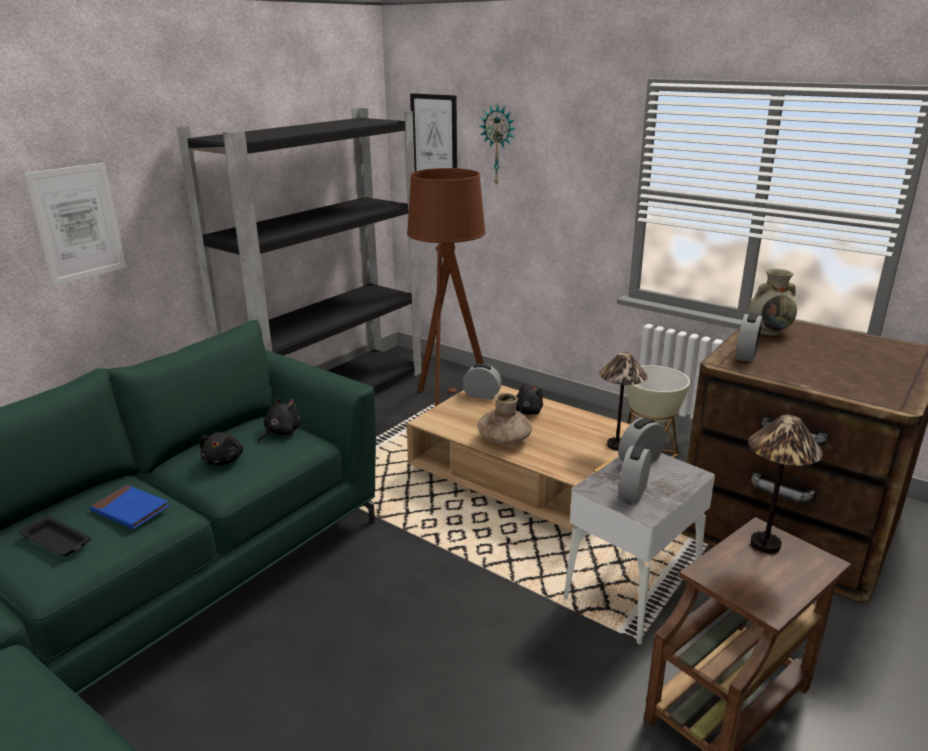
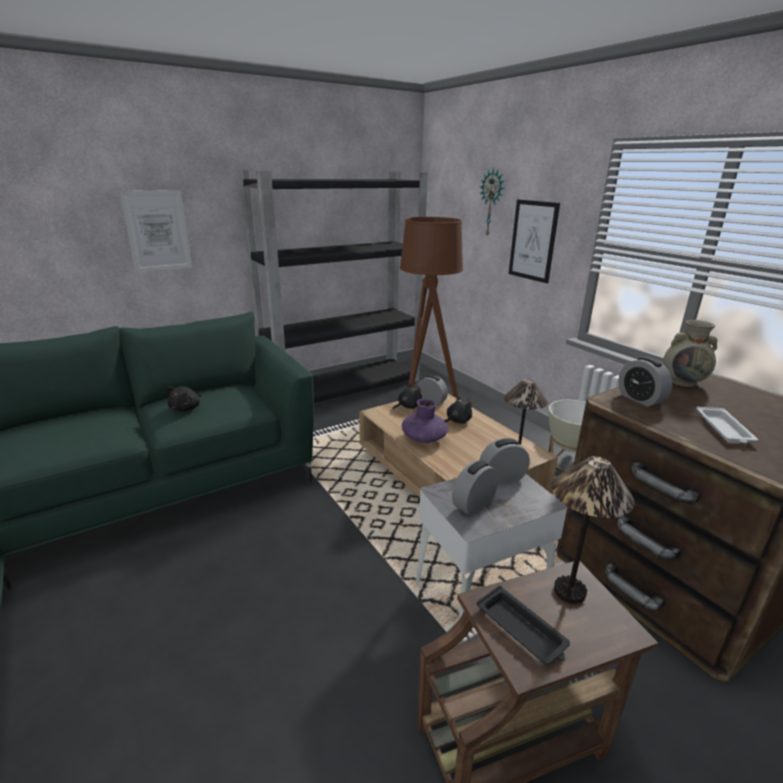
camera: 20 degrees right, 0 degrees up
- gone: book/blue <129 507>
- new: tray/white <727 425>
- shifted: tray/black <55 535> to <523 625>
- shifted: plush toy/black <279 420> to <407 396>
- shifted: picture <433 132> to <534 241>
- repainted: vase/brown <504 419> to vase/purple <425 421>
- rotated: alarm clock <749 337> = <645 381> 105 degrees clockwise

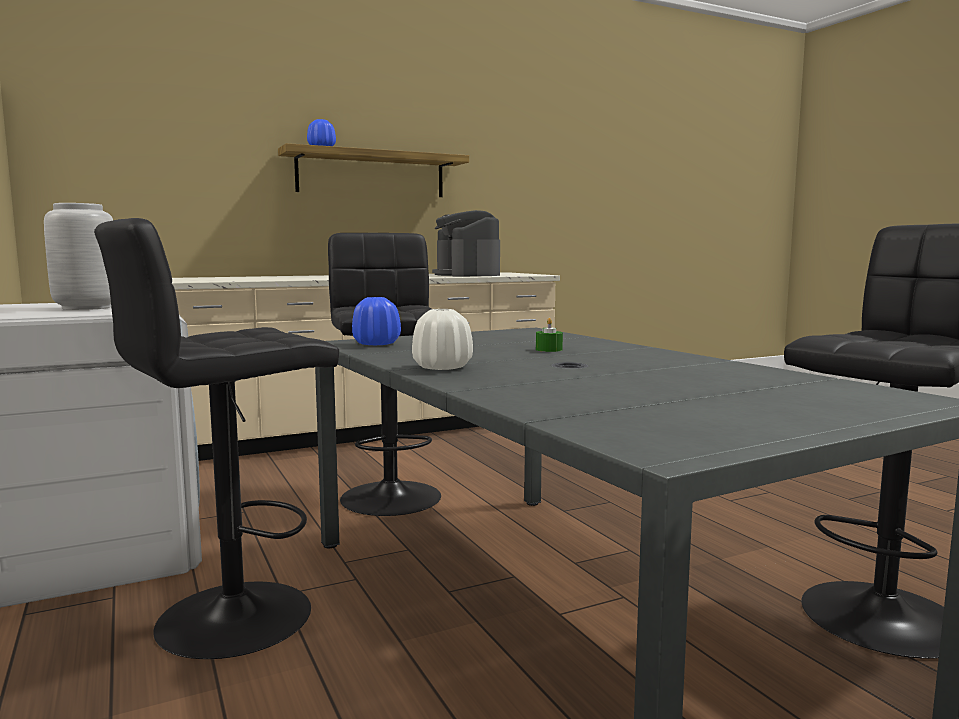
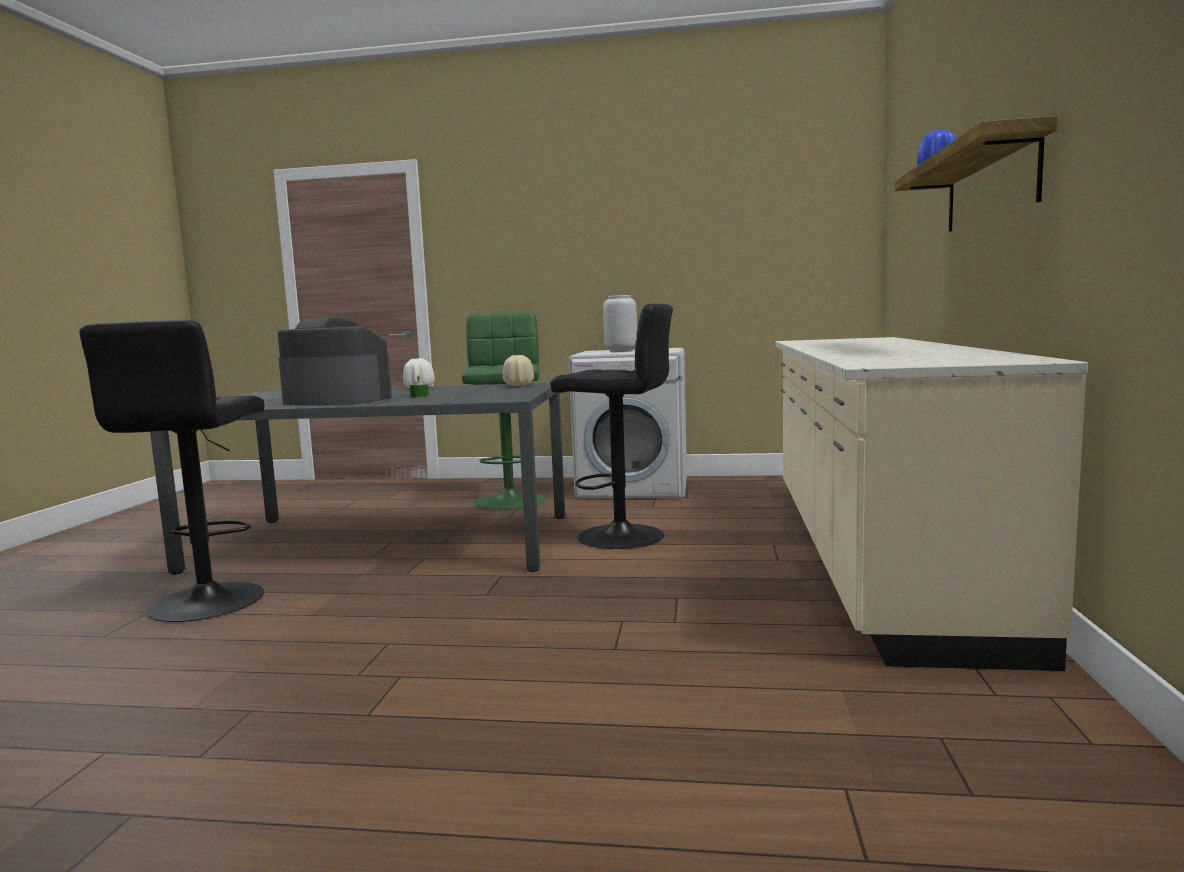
camera: 125 degrees right, 0 degrees up
- shifted: coffee machine <466 243> to <335 361>
- repainted: stool/black <216 438> to stool/green <504 411>
- repainted: vase/blue <376 321> to vase/beige <518 370>

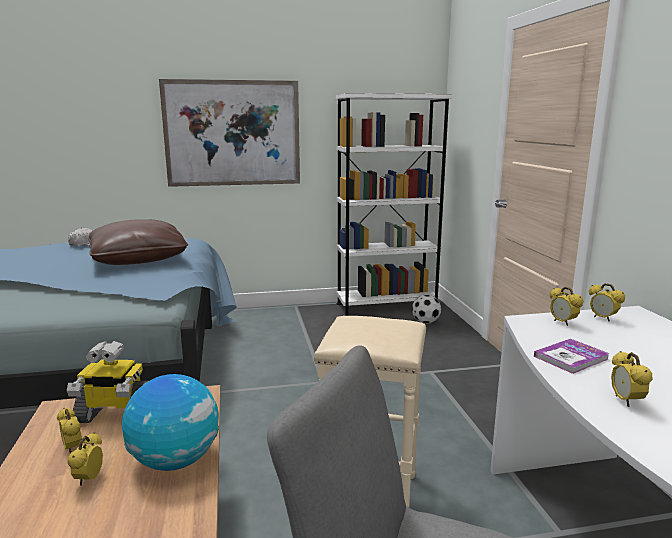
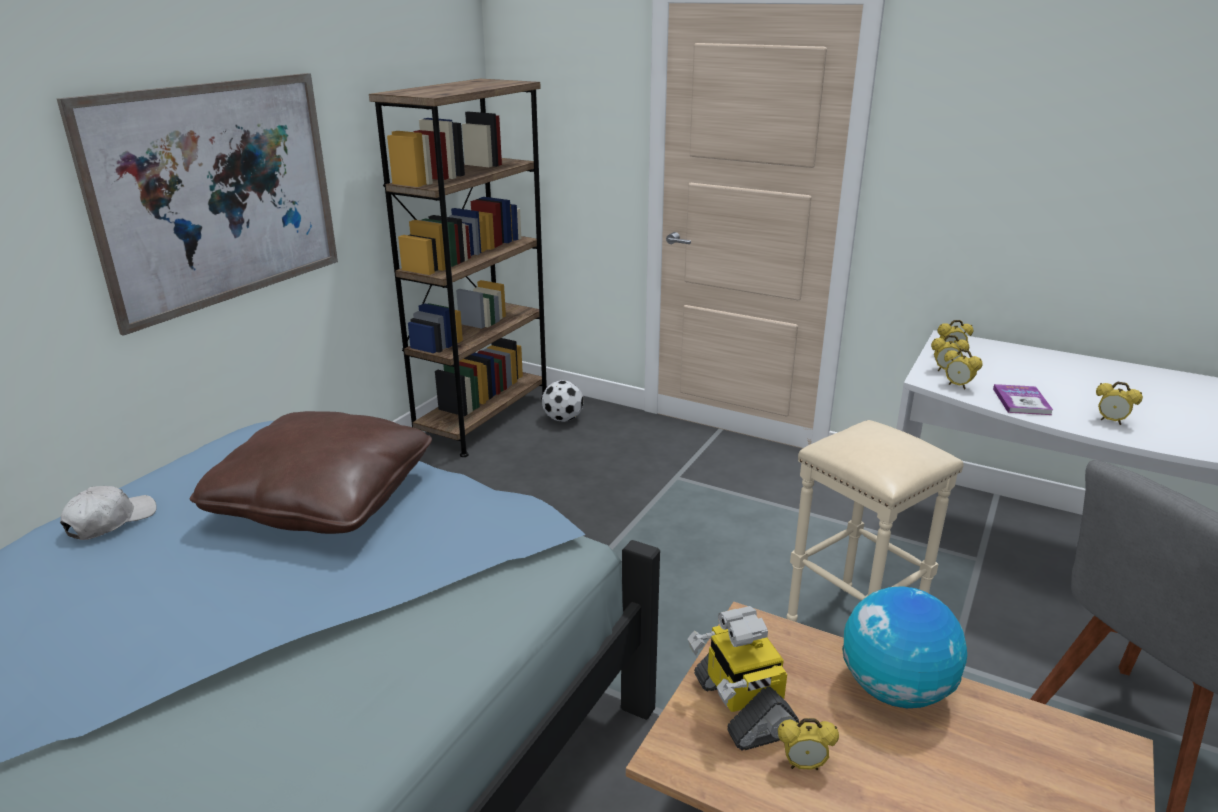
camera: 50 degrees left, 10 degrees up
- shifted: alarm clock <85 459> to <963 369>
- repainted: bookcase/white <394 204> to bookcase/brown <458 268>
- rotated: toy robot <107 382> = <743 678> 120 degrees clockwise

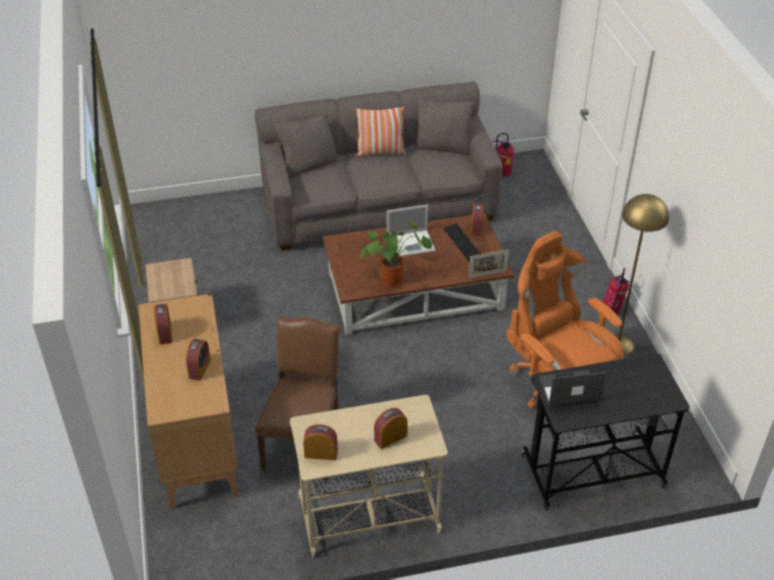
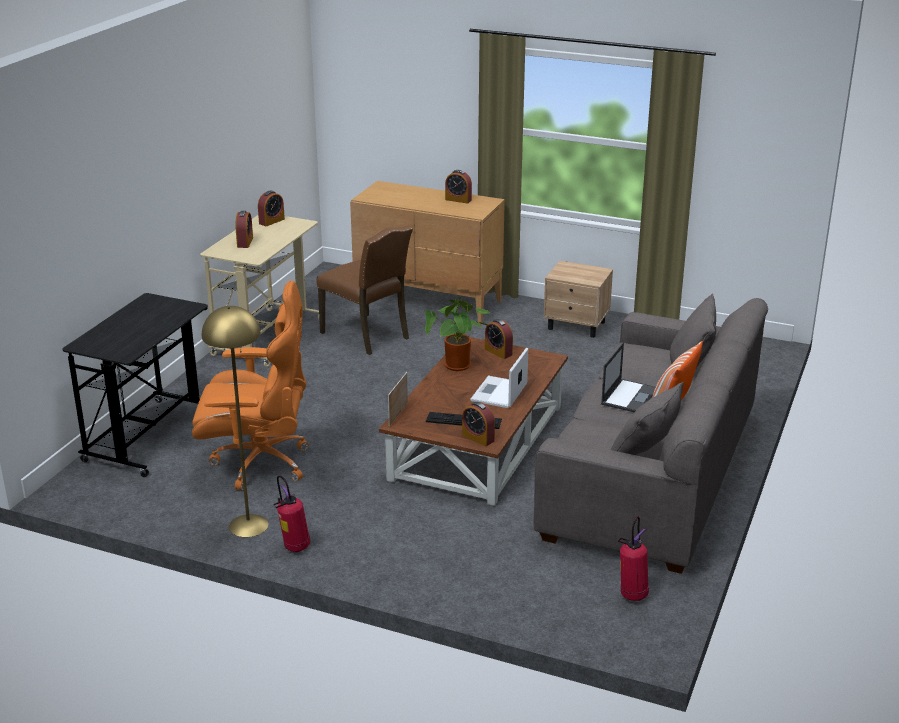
camera: 125 degrees right, 15 degrees down
- shifted: alarm clock <198 360> to <499 339>
- shifted: laptop <572 389> to <628 377>

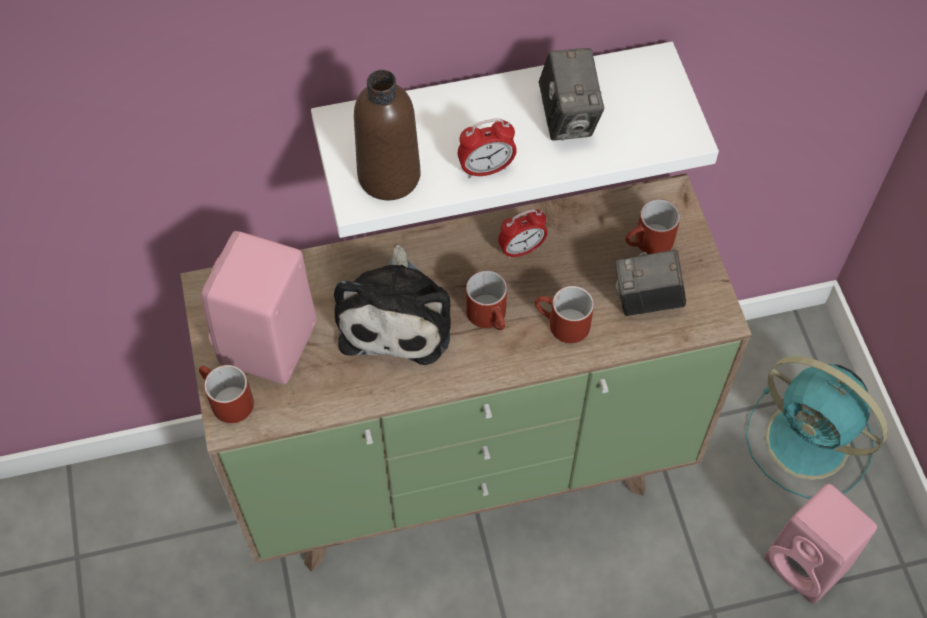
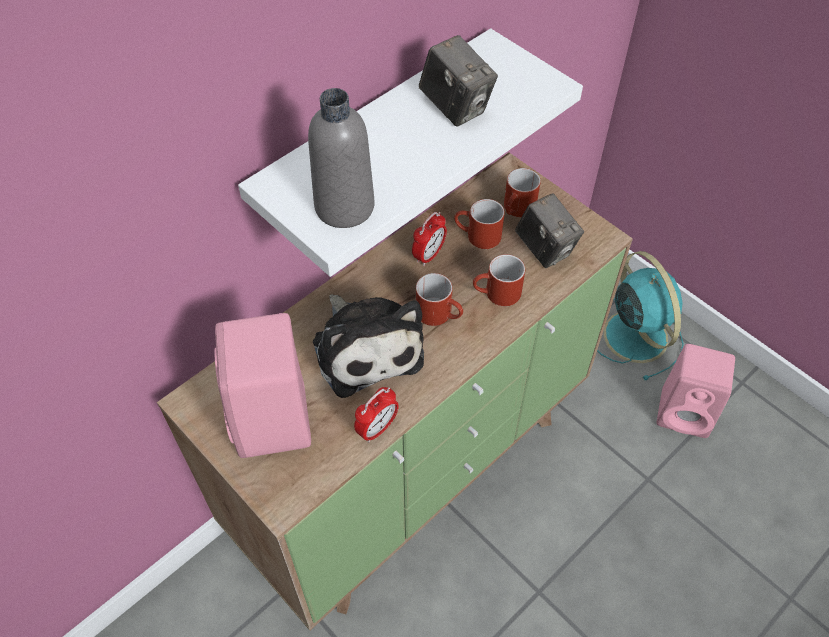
camera: 30 degrees left, 5 degrees down
- shifted: mug/red <226 394> to <479 224>
- shifted: alarm clock <487 148> to <376 415>
- repainted: bottle/brown <387 135> to bottle/grey <341 158>
- rotated: photo camera <650 283> = <549 230> 90 degrees counterclockwise
- rotated: fan/turquoise <816 427> = <640 315> 120 degrees counterclockwise

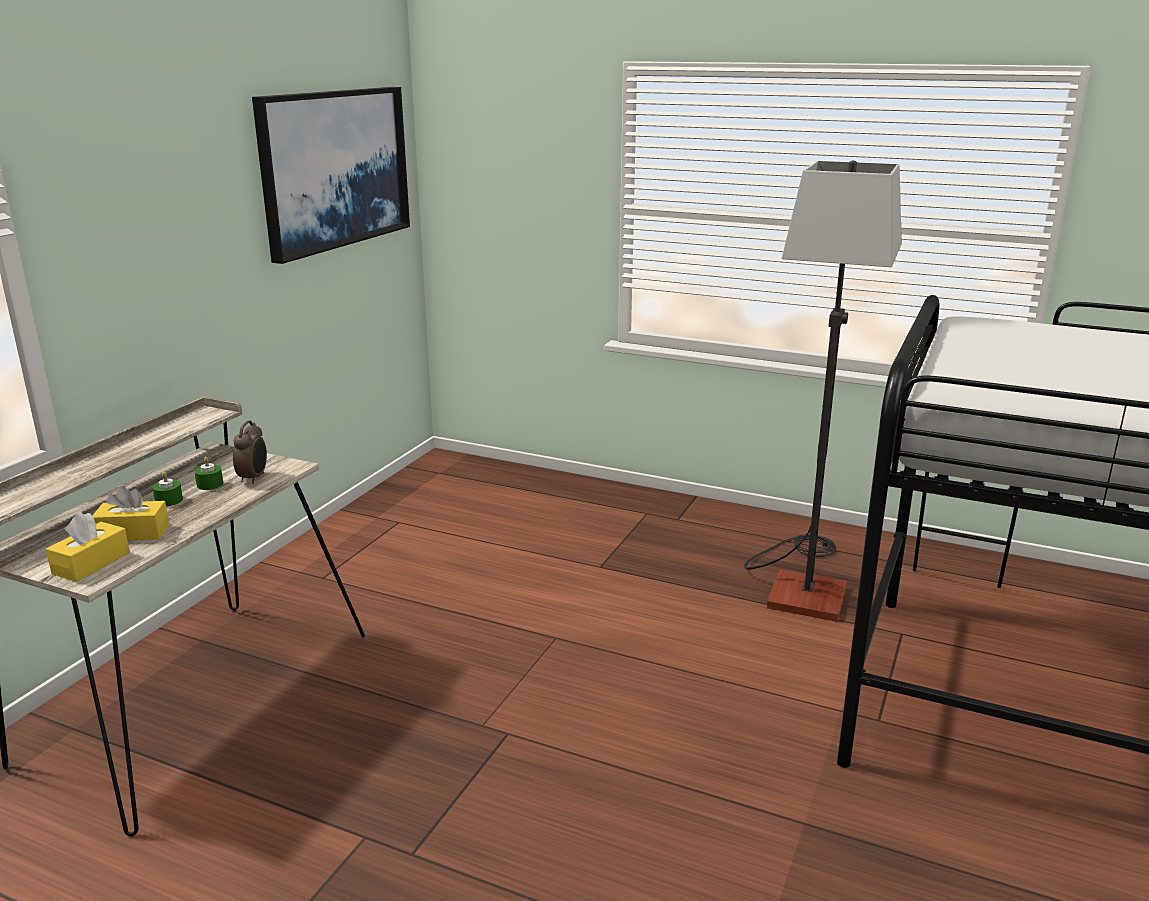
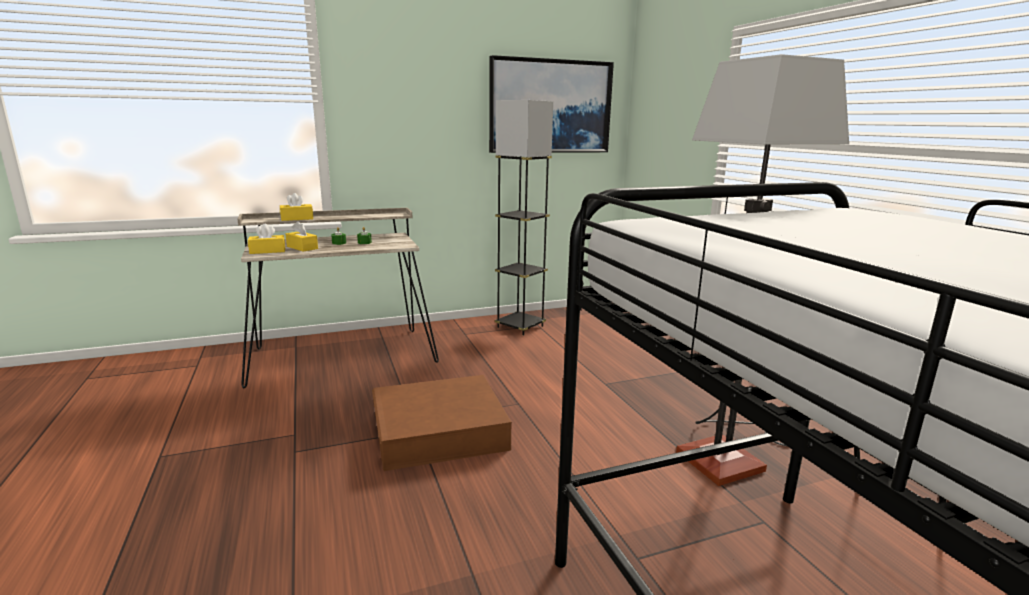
camera: 45 degrees right, 5 degrees down
- gone: alarm clock <250 452>
- new: tissue box/yellow <296 207>
- new: storage box/brown <442 423>
- new: floor lamp/grey <524 218>

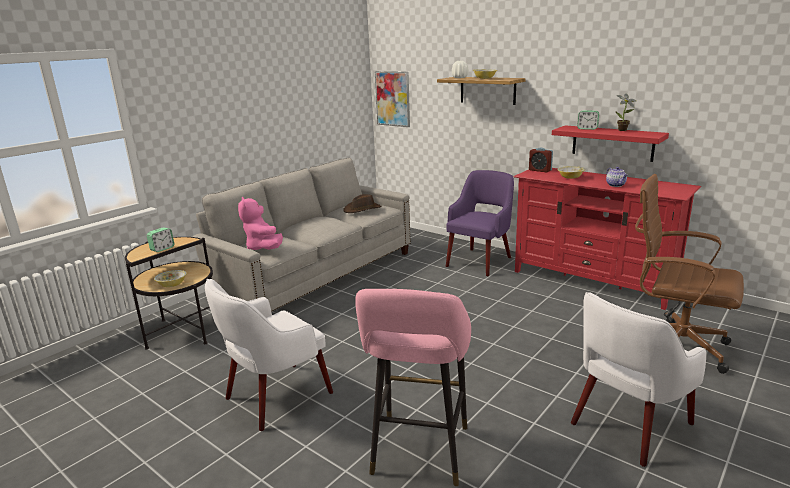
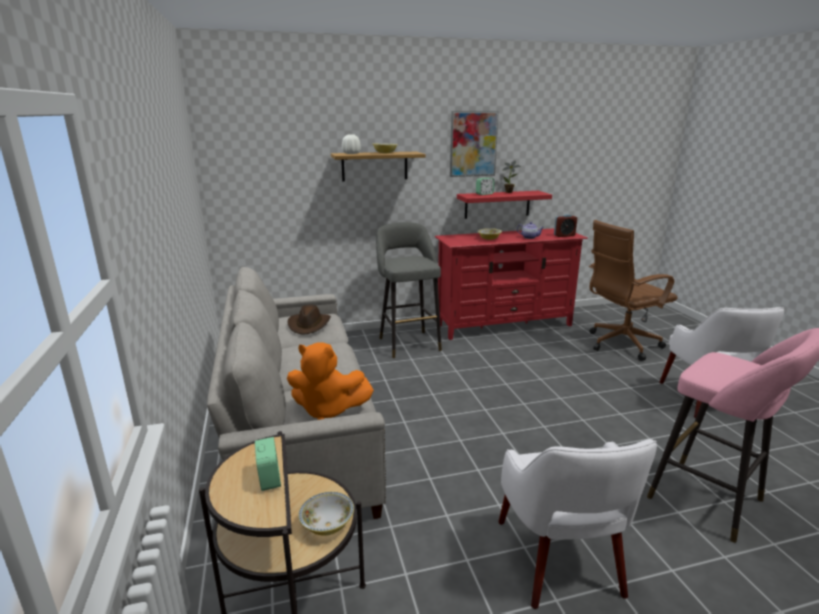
camera: 55 degrees left, 0 degrees up
- shifted: picture <392 99> to <474 144>
- shifted: alarm clock <541 160> to <565 225>
- swapped: armchair/purple <480 223> to stool/grey <409 290>
- repainted: plush toy/pink <260 223> to plush toy/orange <330 381>

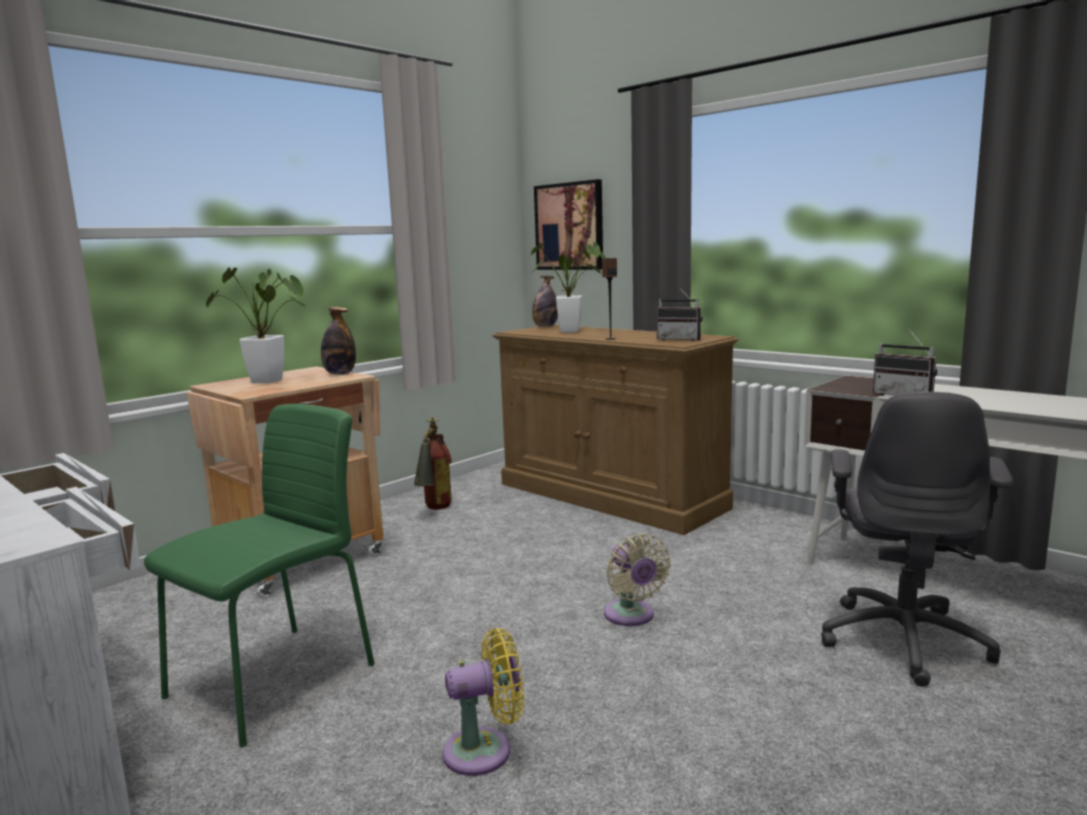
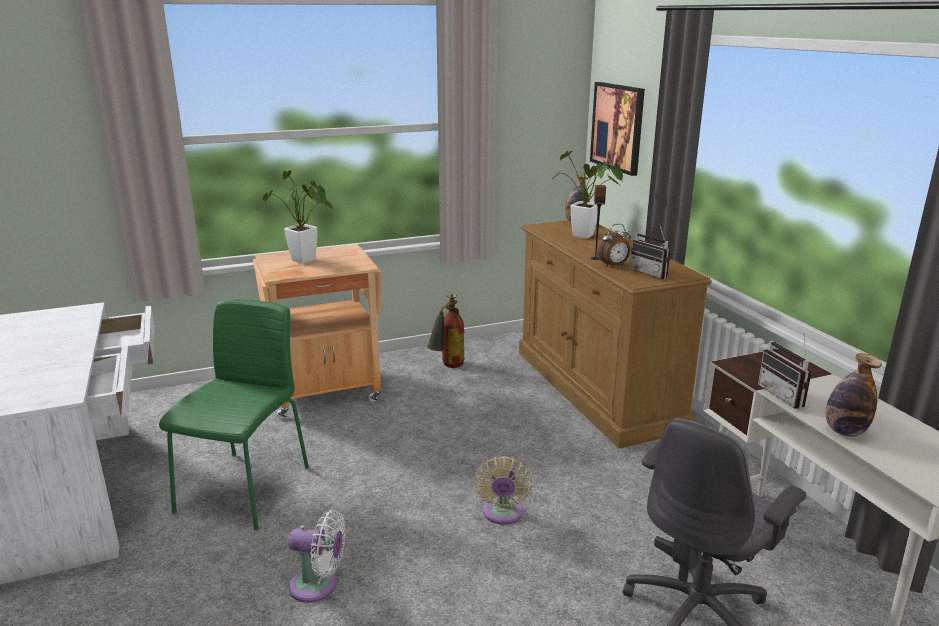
camera: 25 degrees right, 10 degrees up
- new: alarm clock <614 245>
- shifted: bottle <338 341> to <854 395>
- repainted: fan/yellow <483 702> to fan/white <317 556>
- rotated: chair/green <259 575> = <234 414> 45 degrees counterclockwise

